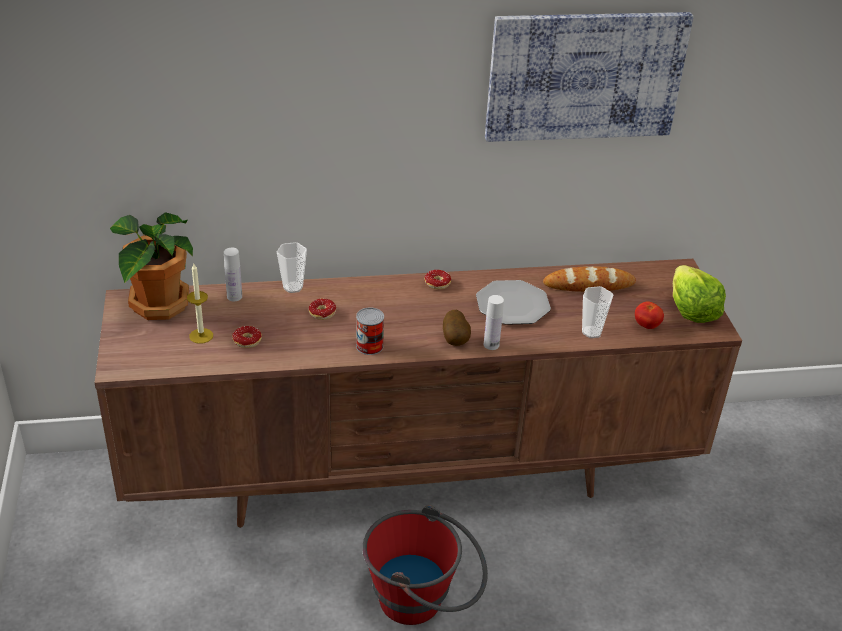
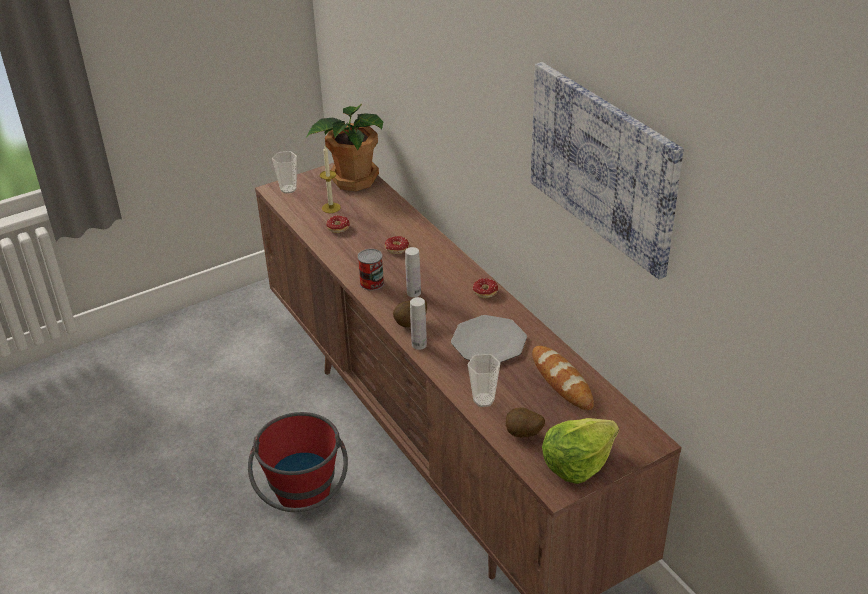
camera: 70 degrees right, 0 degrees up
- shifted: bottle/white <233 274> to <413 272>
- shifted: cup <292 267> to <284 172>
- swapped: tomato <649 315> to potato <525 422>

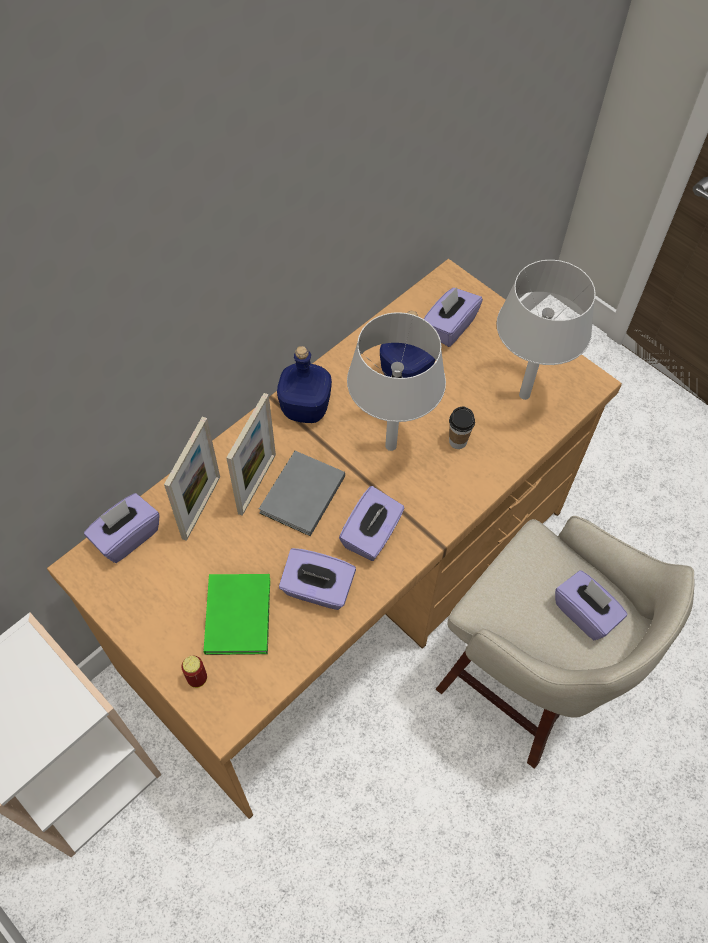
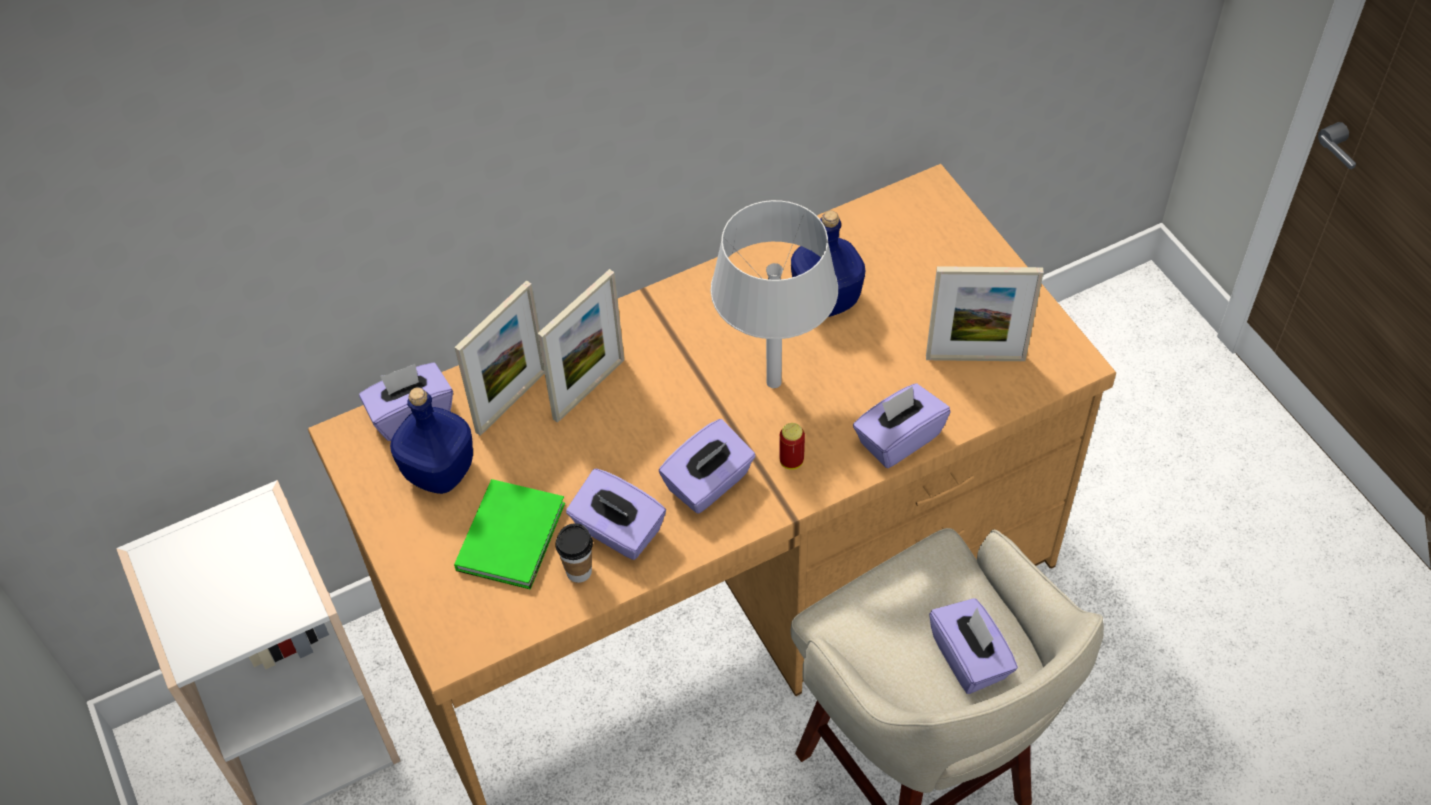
camera: 20 degrees right, 5 degrees down
- gone: book/grey <302 493>
- shifted: can <194 672> to <792 446>
- shifted: bottle/blue <304 384> to <431 440>
- shifted: tissue box/purple <453 317> to <901 426>
- shifted: cup <462 428> to <574 553>
- swapped: table lamp/grey <545 330> to picture frame <985 313>

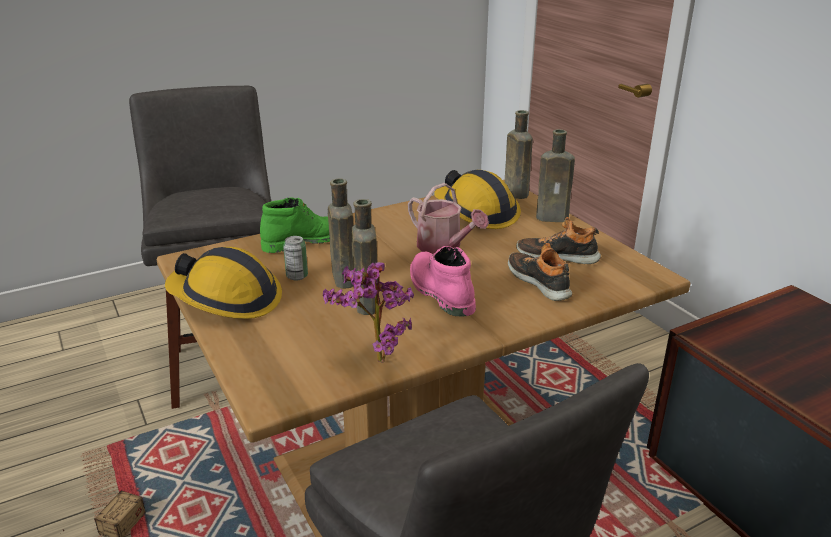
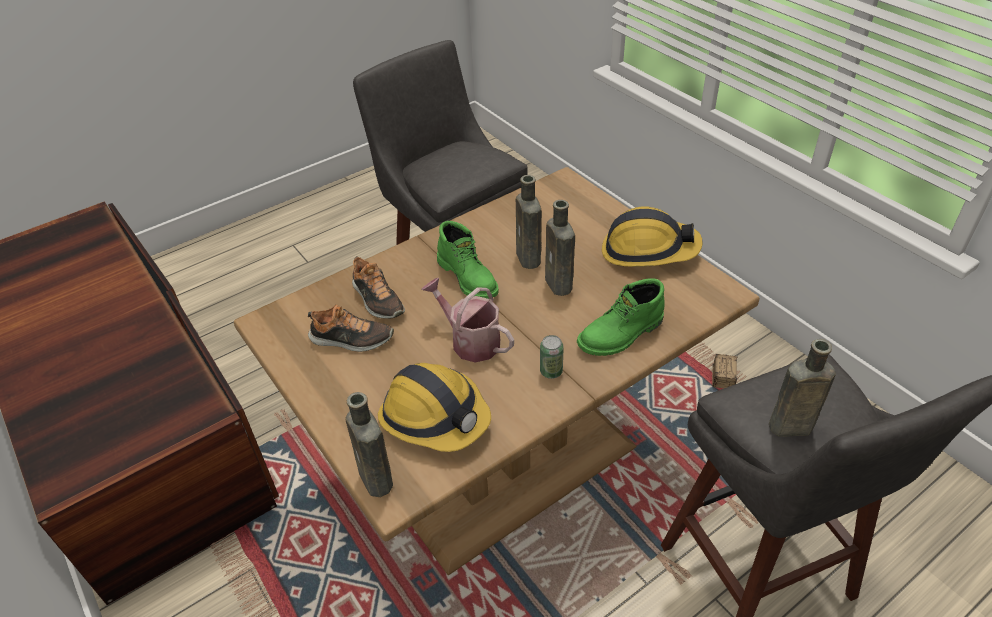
camera: 175 degrees right, 15 degrees up
- gone: potted plant <368 312>
- shifted: can <295 258> to <552 357>
- shifted: bottle/brown <555 175> to <802 388>
- repainted: boot/pink <443 281> to boot/green <467 260>

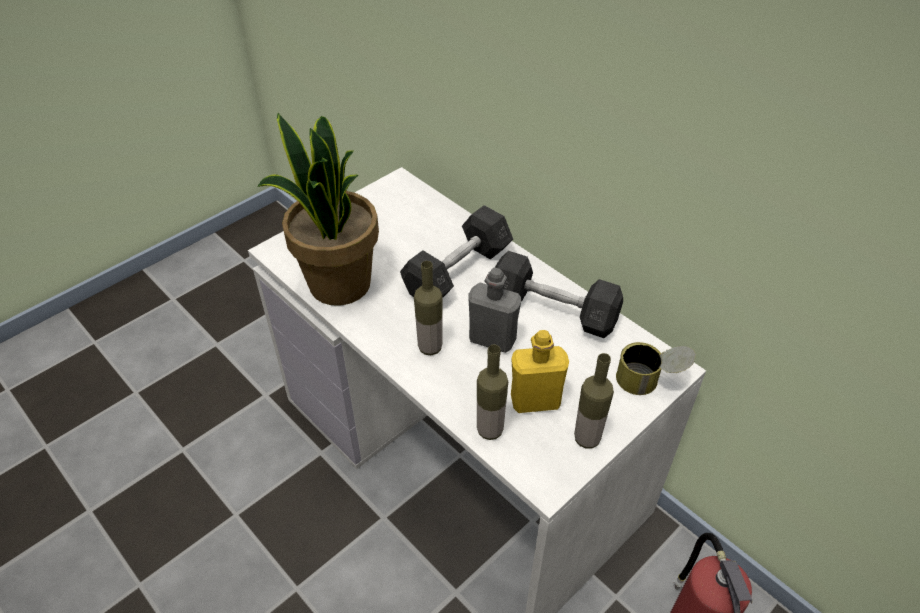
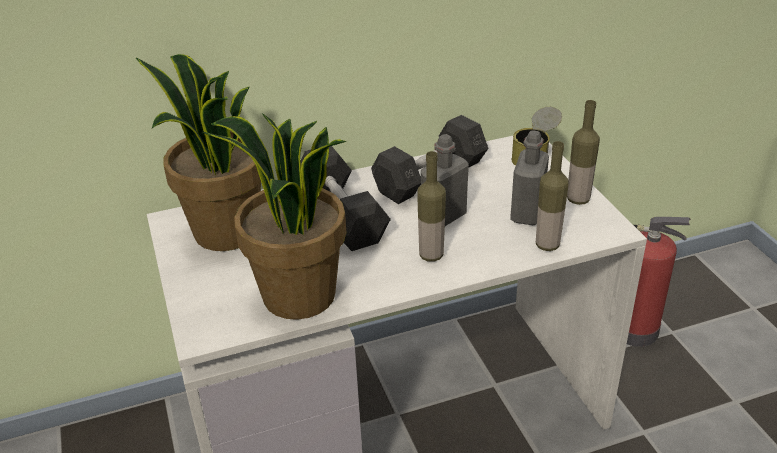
camera: 65 degrees left, 10 degrees down
- new: potted plant <198 152>
- repainted: bottle/yellow <540 371> to bottle/grey <529 177>

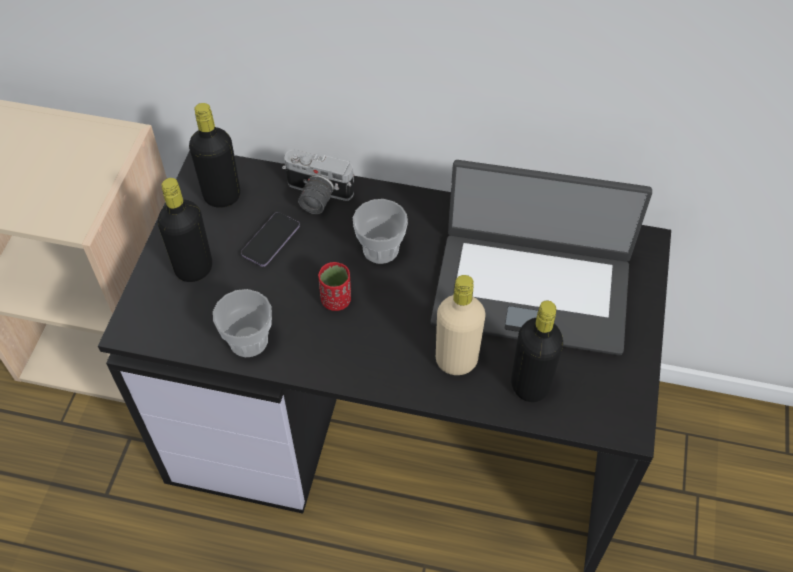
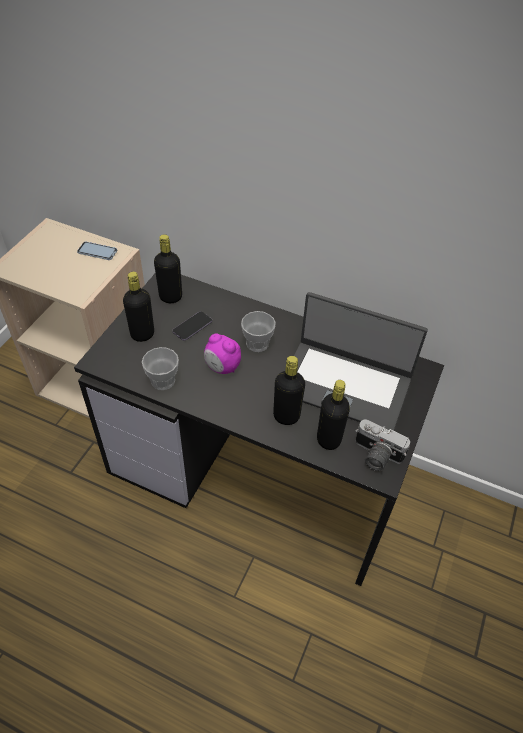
camera: 10 degrees right, 5 degrees down
- new: phone <97 251>
- shifted: photo camera <318 182> to <382 445>
- swapped: cup/red <334 286> to alarm clock <222 354>
- repainted: bottle/beige <460 325> to bottle/black <289 390>

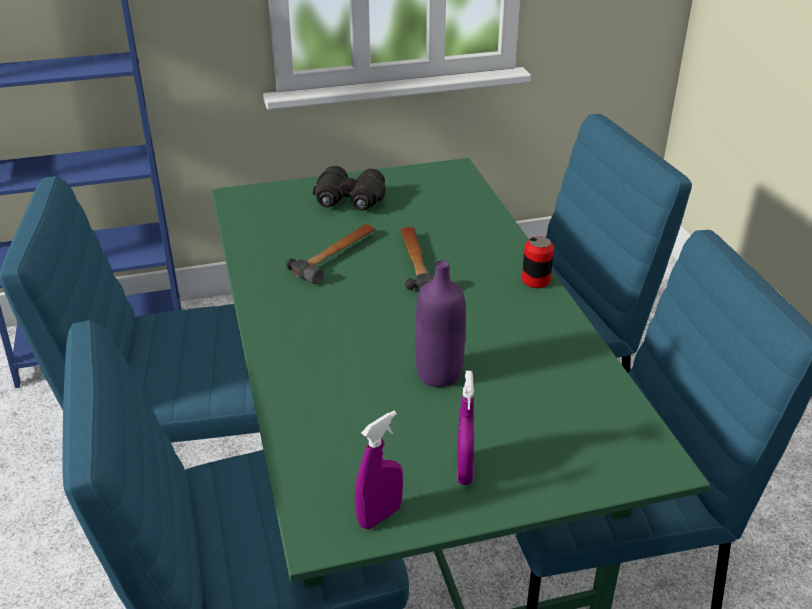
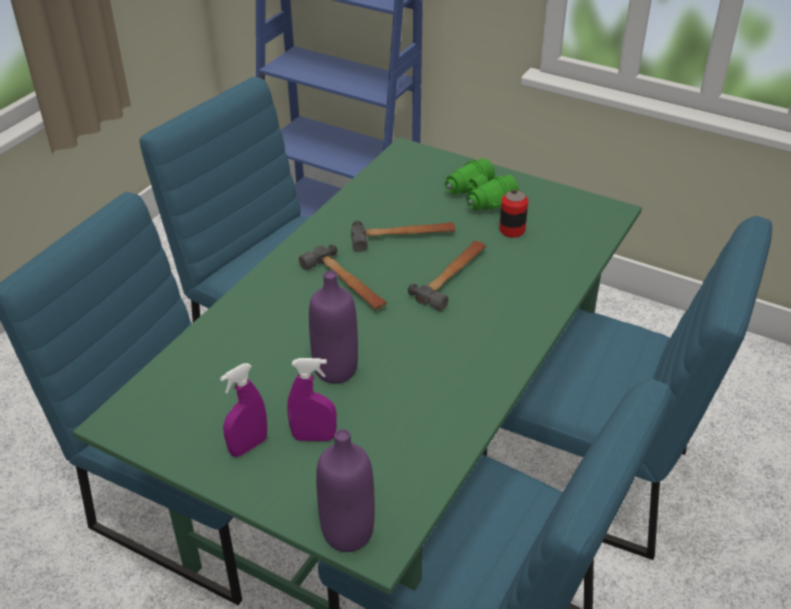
camera: 45 degrees right, 5 degrees up
- new: hammer <343 277>
- new: bottle/purple <345 490>
- shifted: spray bottle/purple <379 470> to <312 399>
- shifted: can <538 262> to <513 213>
- repainted: binoculars/black <349 188> to binoculars/green <482 184>

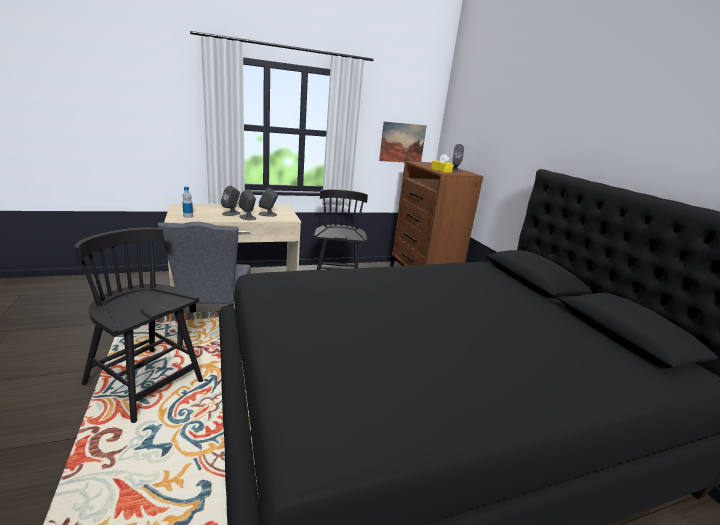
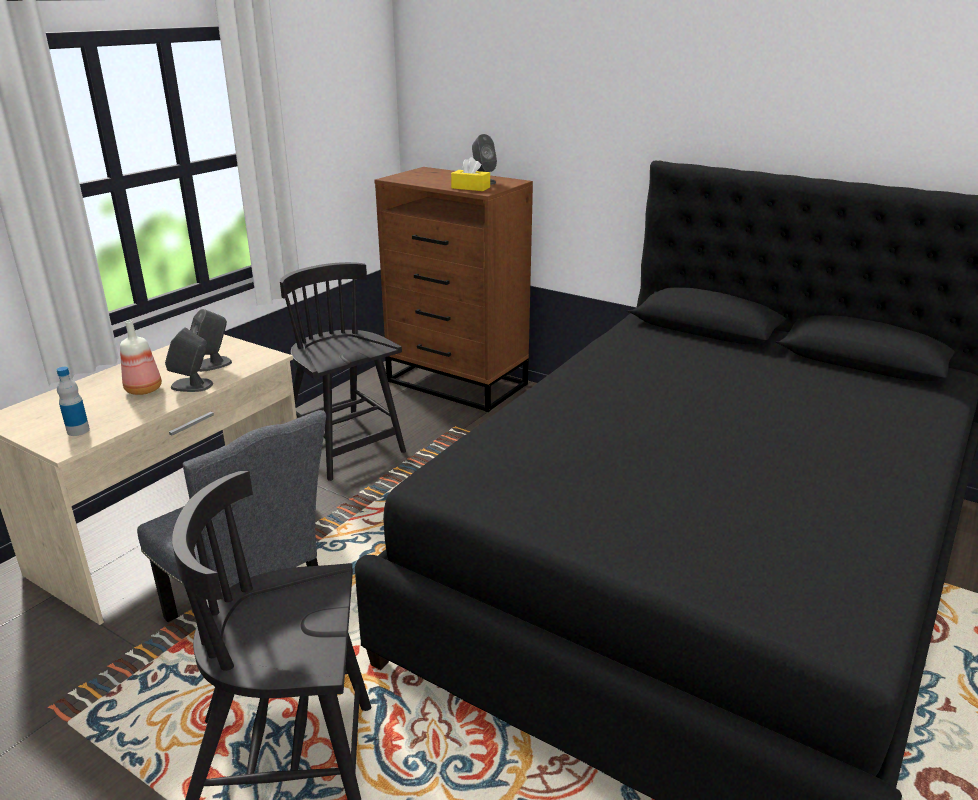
camera: 35 degrees left, 5 degrees up
- gone: picture <403 142>
- swapped: speaker/grey <231 201> to bottle <141 357>

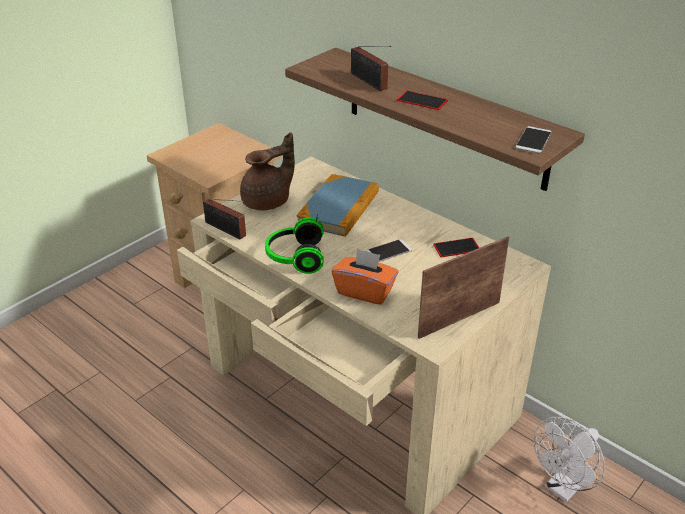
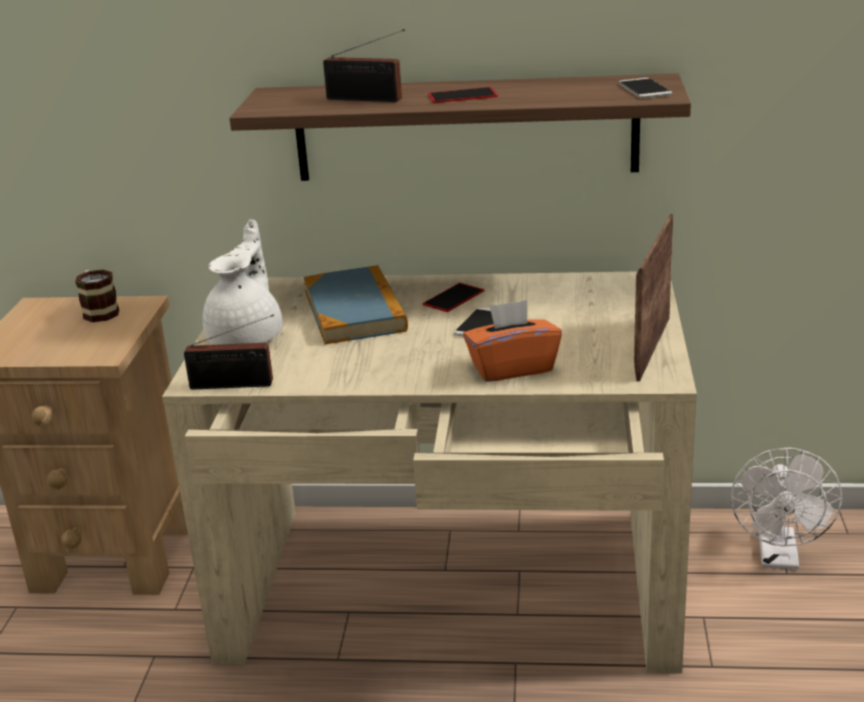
camera: 35 degrees left, 10 degrees down
- gone: headphones <294 244>
- new: mug <97 296>
- shifted: phone <456 247> to <453 297>
- repainted: teapot/brown <267 171> to teapot/white <243 282>

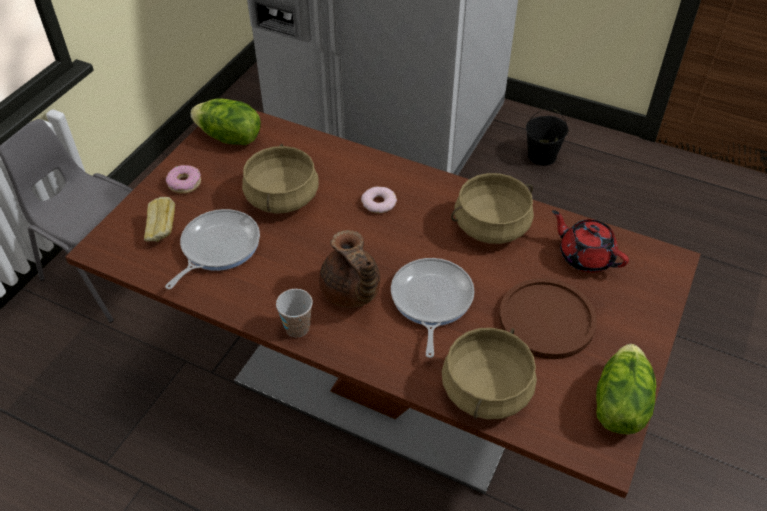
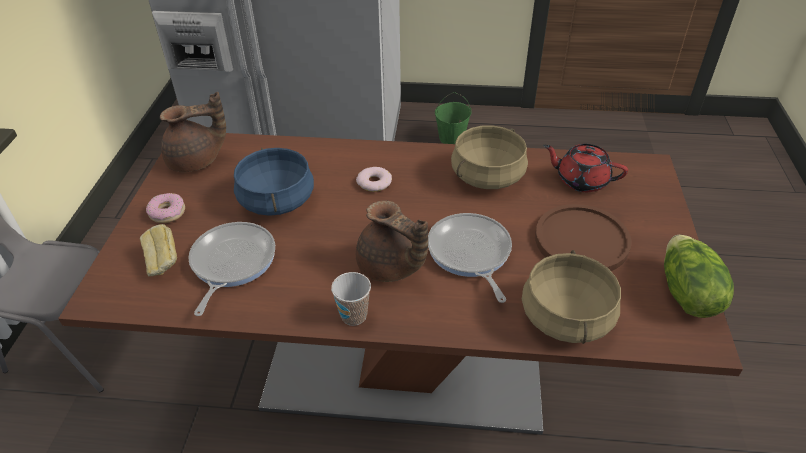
camera: 20 degrees left, 5 degrees down
- swapped: lettuce <226 121> to teapot/brown <193 132>
- repainted: cooking pot/beige <280 179> to cooking pot/blue <274 182>
- repainted: bucket/black <547 137> to bucket/green <453 118>

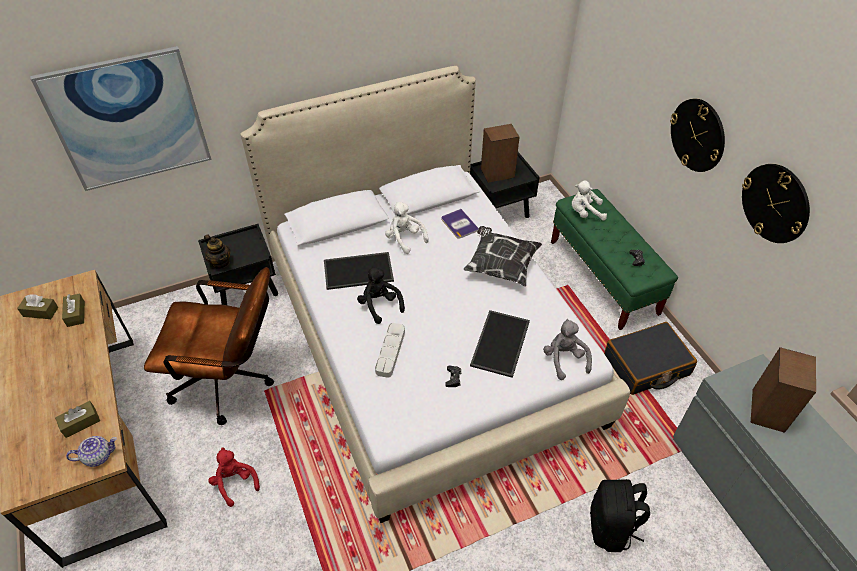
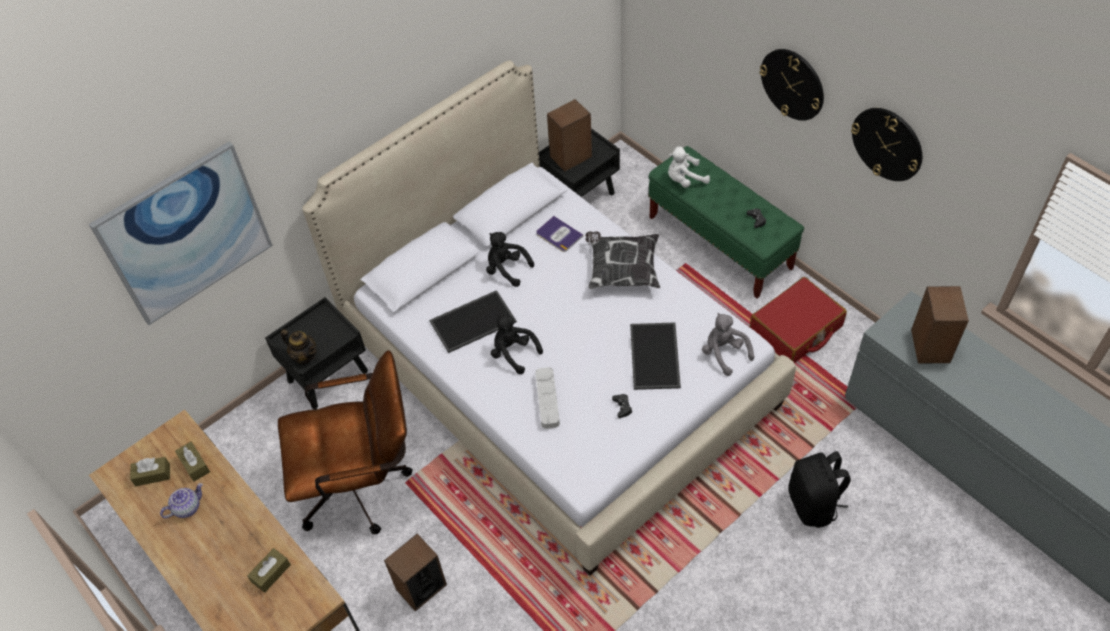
camera: 15 degrees left, 5 degrees up
- shifted: teapot <91 451> to <181 500>
- swapped: plush toy/red <234 477> to speaker <415 572>
- repainted: plush toy/white <407 228> to plush toy/black <510 259>
- repainted: suitcase/black <650 358> to suitcase/red <798 320>

